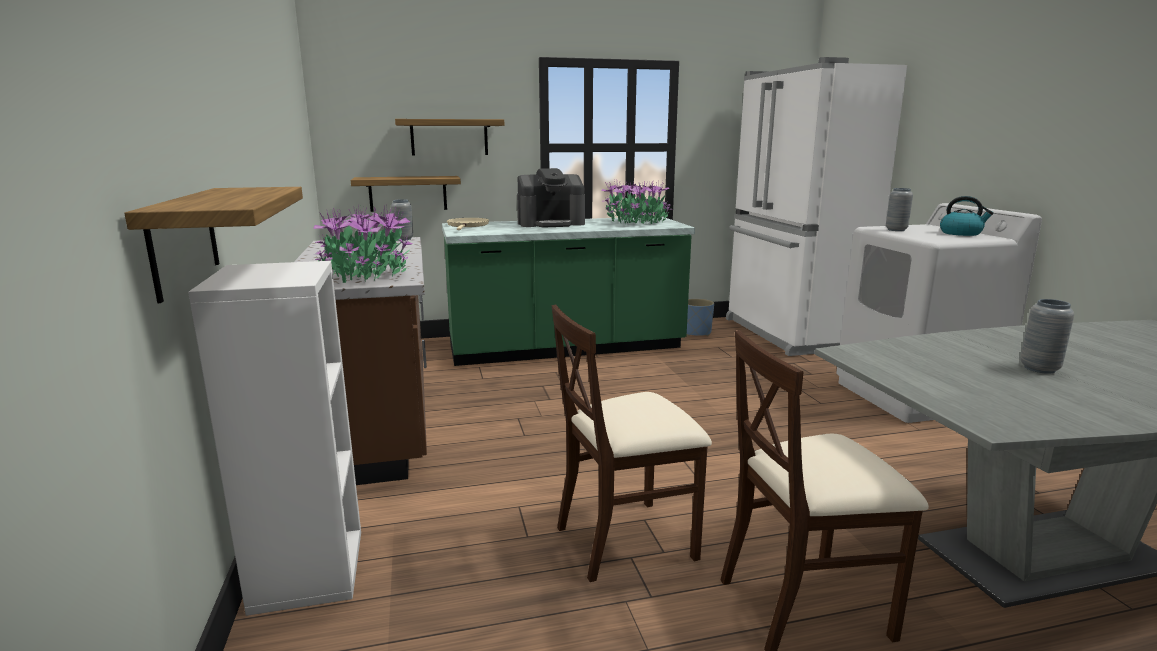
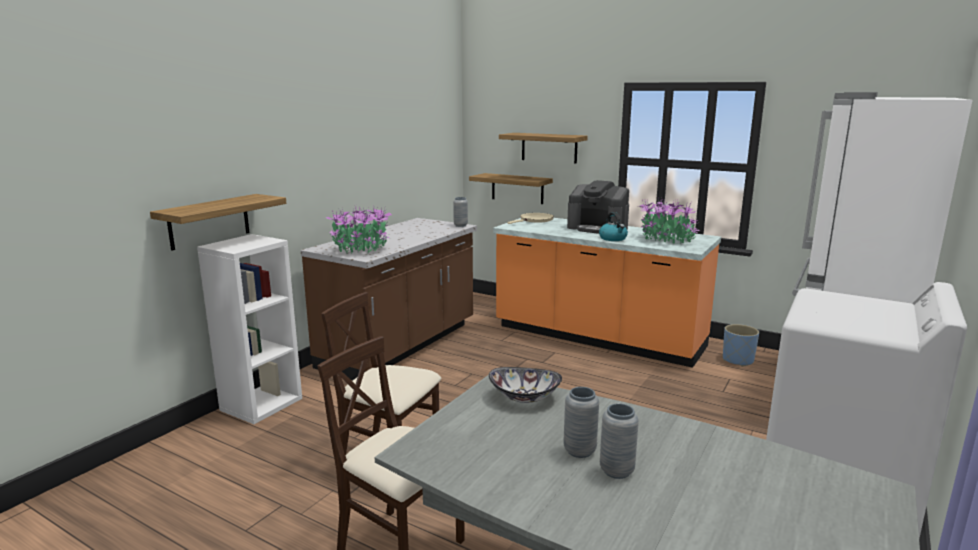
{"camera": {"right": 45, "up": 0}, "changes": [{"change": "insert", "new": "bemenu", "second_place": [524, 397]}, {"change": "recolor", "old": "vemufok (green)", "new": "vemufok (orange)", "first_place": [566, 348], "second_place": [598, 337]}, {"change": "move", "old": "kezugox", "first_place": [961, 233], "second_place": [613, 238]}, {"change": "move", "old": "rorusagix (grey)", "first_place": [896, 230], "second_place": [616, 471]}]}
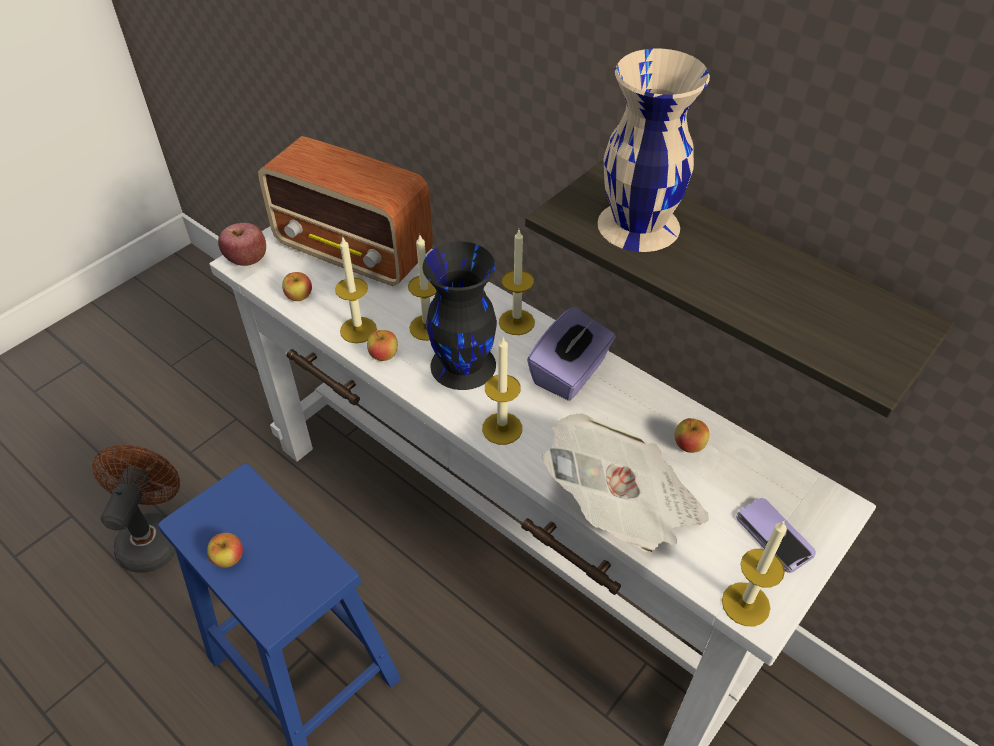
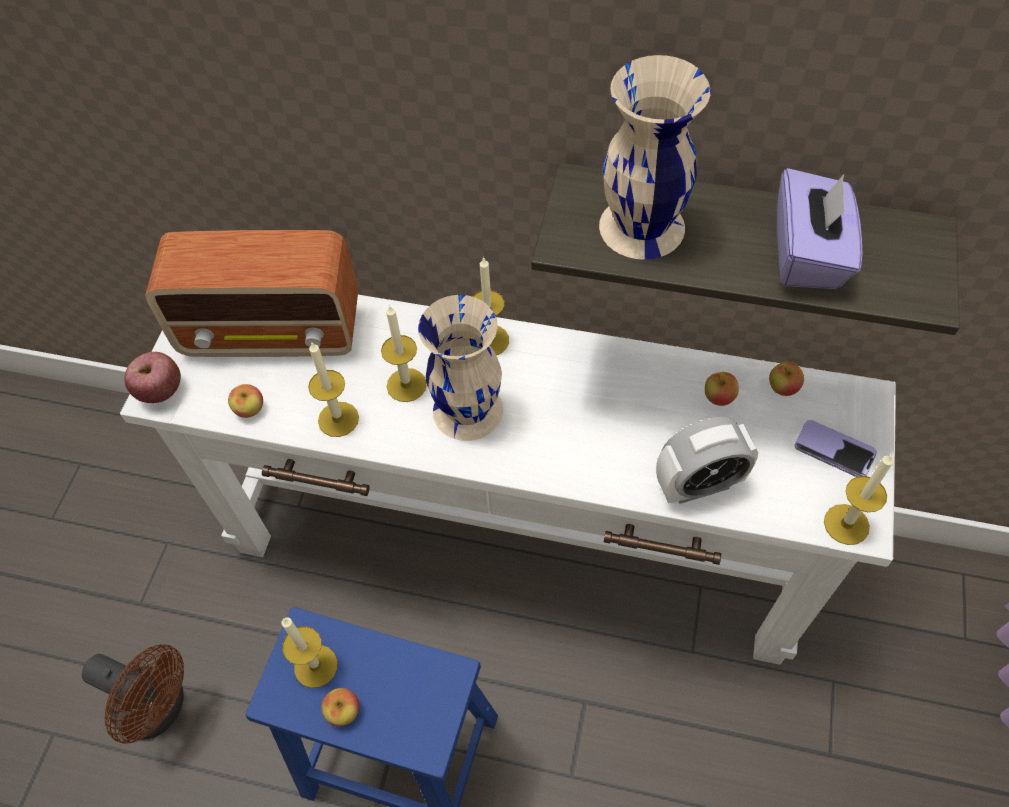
{"camera": {"right": -25, "up": 10}, "changes": [{"change": "rotate", "old": "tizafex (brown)", "first_place": [153, 536], "second_place": [160, 708], "degrees": 135}, {"change": "move", "old": "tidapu", "first_place": [502, 428], "second_place": [315, 666]}, {"change": "recolor", "old": "rorusagix (black)", "new": "rorusagix (beige)", "first_place": [464, 364], "second_place": [468, 409]}, {"change": "replace", "old": "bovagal", "new": "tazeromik", "first_place": [623, 507], "second_place": [699, 485]}, {"change": "move", "old": "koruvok", "first_place": [383, 355], "second_place": [782, 388]}, {"change": "move", "old": "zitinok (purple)", "first_place": [570, 373], "second_place": [808, 254]}]}
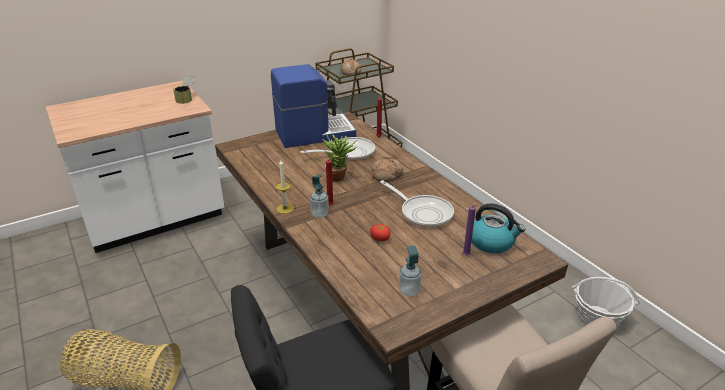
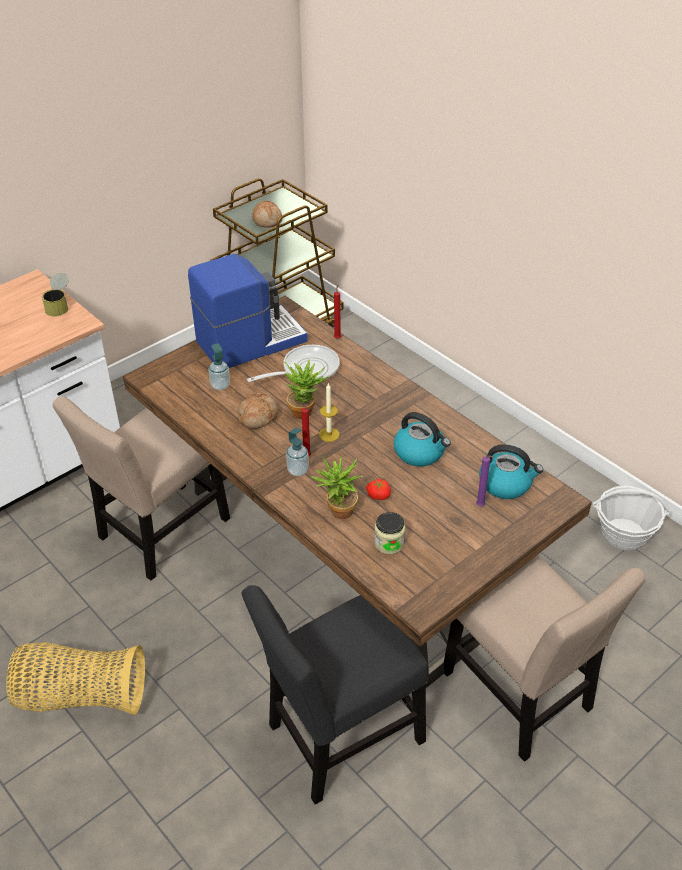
{"camera": {"right": -10, "up": 10}, "changes": [{"change": "insert", "new": "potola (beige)", "second_place": [159, 533]}, {"change": "move", "old": "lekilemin", "first_place": [409, 291], "second_place": [220, 385]}, {"change": "move", "old": "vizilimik", "first_place": [386, 175], "second_place": [257, 416]}, {"change": "insert", "new": "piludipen", "second_place": [338, 513]}, {"change": "move", "old": "tidapu", "first_place": [285, 208], "second_place": [329, 434]}, {"change": "insert", "new": "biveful", "second_place": [389, 543]}, {"change": "replace", "old": "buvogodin", "new": "kezugox", "first_place": [423, 213], "second_place": [420, 453]}]}
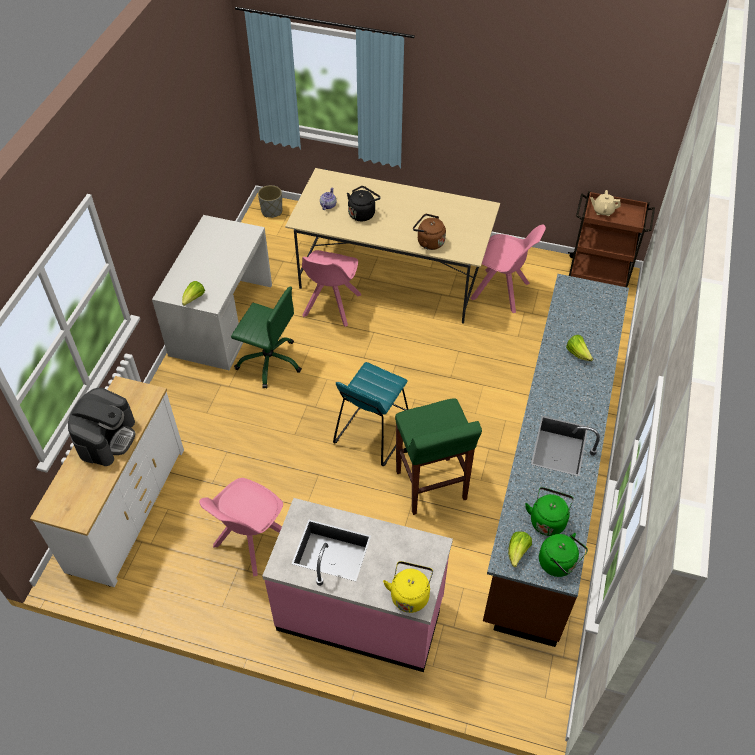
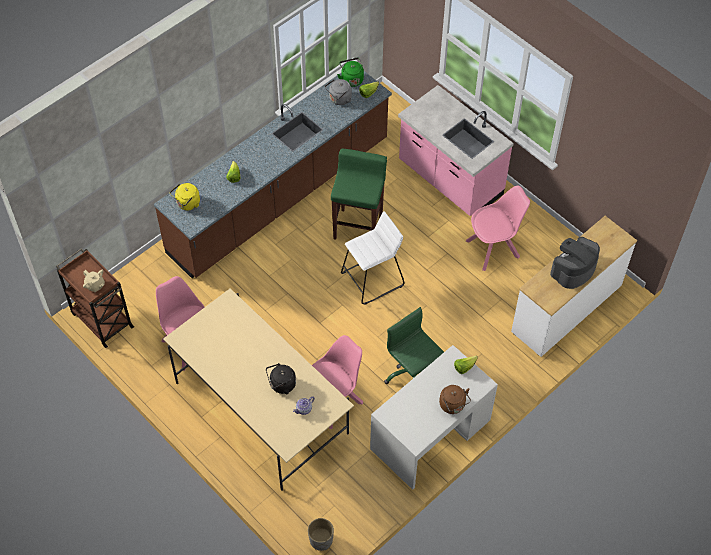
{"camera": {"right": -150, "up": 5}, "changes": [{"change": "move", "old": "kezugox (yellow)", "first_place": [410, 594], "second_place": [187, 204]}, {"change": "recolor", "old": "kezugox (green)", "new": "kezugox (grey)", "first_place": [547, 520], "second_place": [339, 99]}, {"change": "recolor", "old": "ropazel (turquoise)", "new": "ropazel (white)", "first_place": [372, 433], "second_place": [372, 279]}, {"change": "move", "old": "kezugox (brown)", "first_place": [429, 242], "second_place": [453, 406]}]}
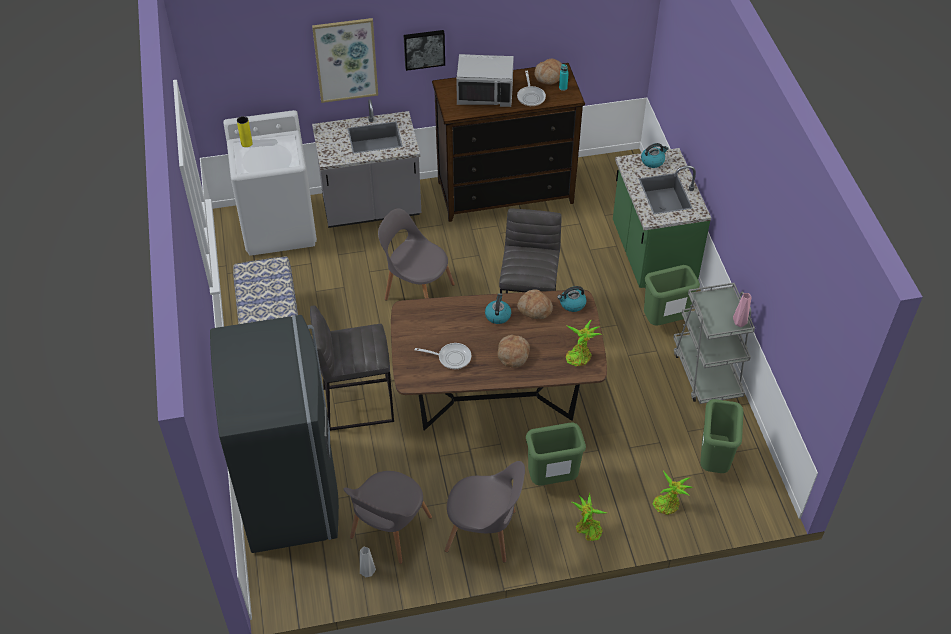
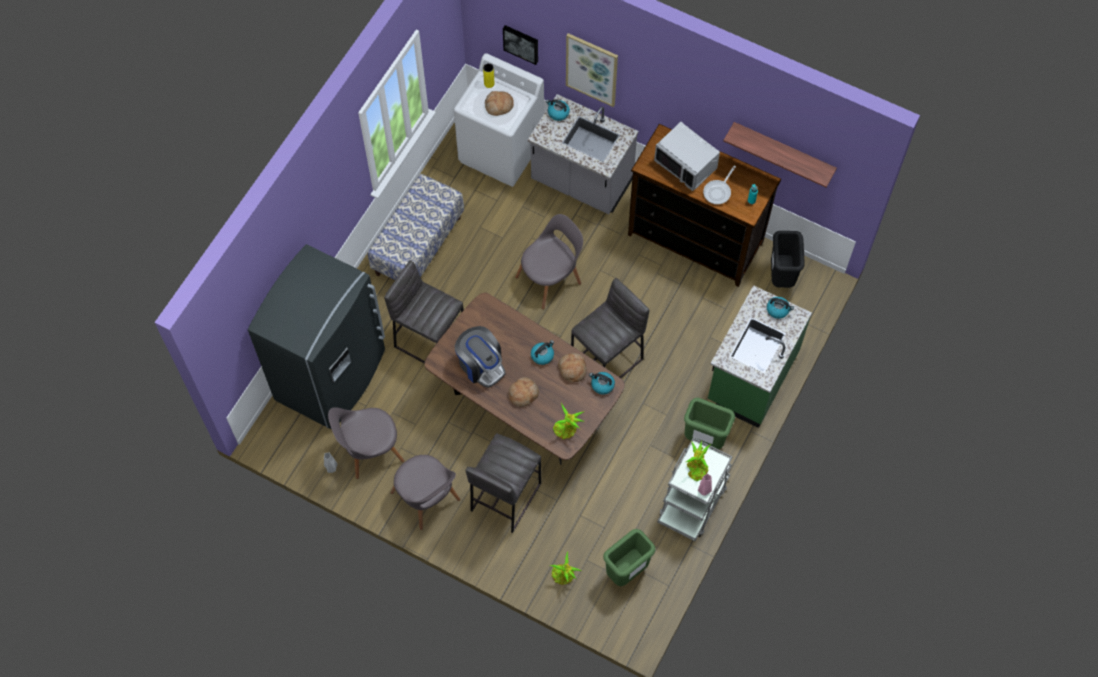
{"camera": {"right": 40, "up": 15}, "changes": [{"change": "replace", "old": "buvogodin", "new": "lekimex", "first_place": [451, 357], "second_place": [481, 365]}, {"change": "replace", "old": "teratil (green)", "new": "ropazel (grey)", "first_place": [552, 480], "second_place": [505, 497]}, {"change": "move", "old": "vizilimik", "first_place": [549, 76], "second_place": [499, 106]}, {"change": "move", "old": "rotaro", "first_place": [424, 48], "second_place": [521, 43]}, {"change": "rotate", "old": "potola (grey)", "first_place": [417, 290], "second_place": [550, 278], "degrees": 75}, {"change": "insert", "new": "kezugox", "second_place": [558, 113]}, {"change": "move", "old": "piludipen", "first_place": [587, 529], "second_place": [696, 468]}, {"change": "insert", "new": "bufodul", "second_place": [783, 151]}, {"change": "insert", "new": "teratil (black)", "second_place": [782, 276]}]}
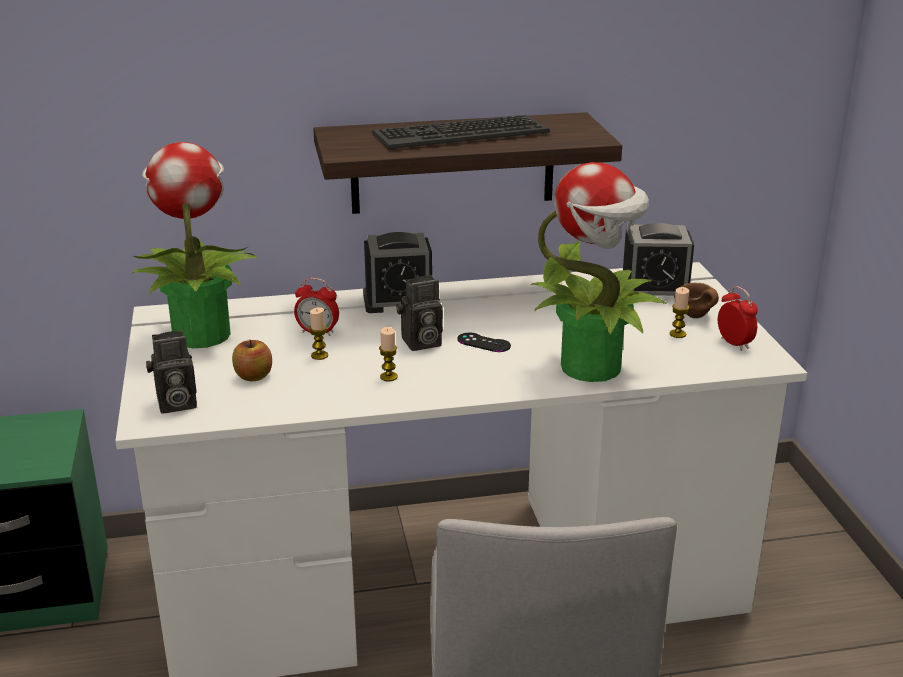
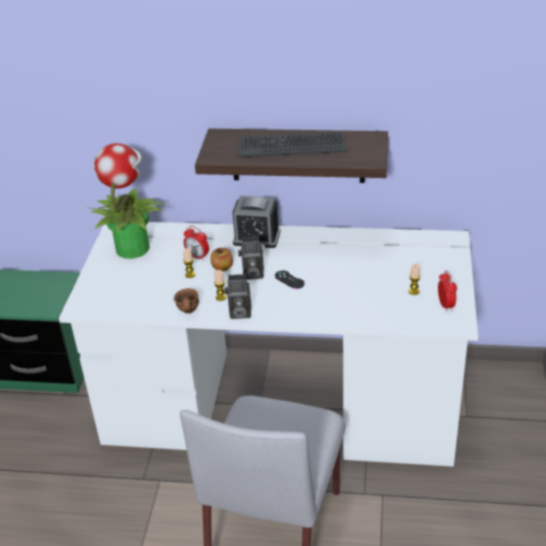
{"camera": {"right": 20, "up": 10}, "changes": [{"change": "move", "old": "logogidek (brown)", "first_place": [694, 317], "second_place": [187, 312]}, {"change": "move", "old": "koruvok", "first_place": [253, 376], "second_place": [222, 268]}, {"change": "move", "old": "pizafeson", "first_place": [174, 404], "second_place": [239, 313]}, {"change": "delete", "old": "piludipen", "first_place": [593, 367]}, {"change": "delete", "old": "tazeromik", "first_place": [654, 290]}]}
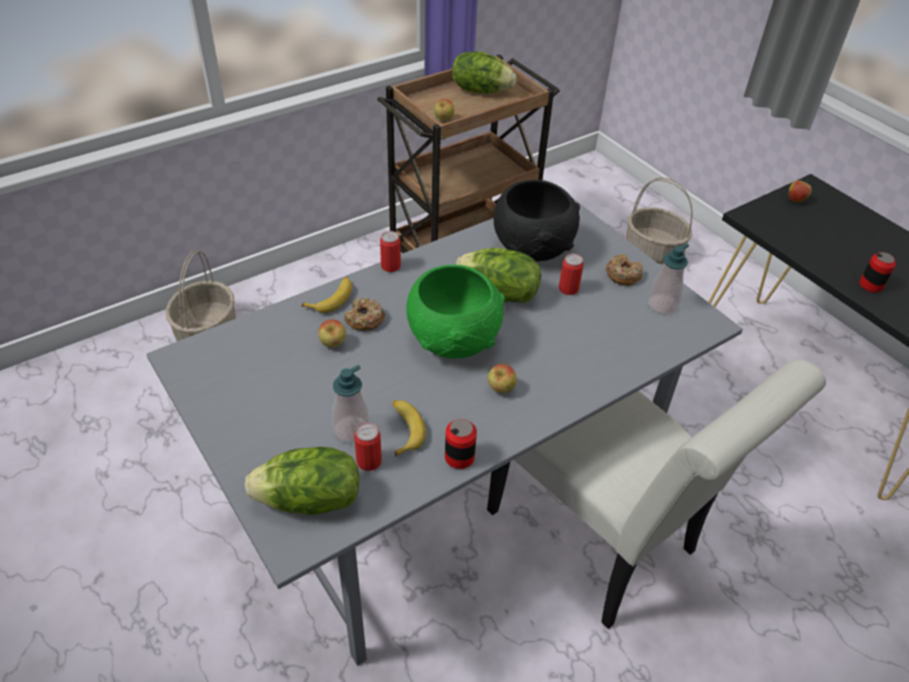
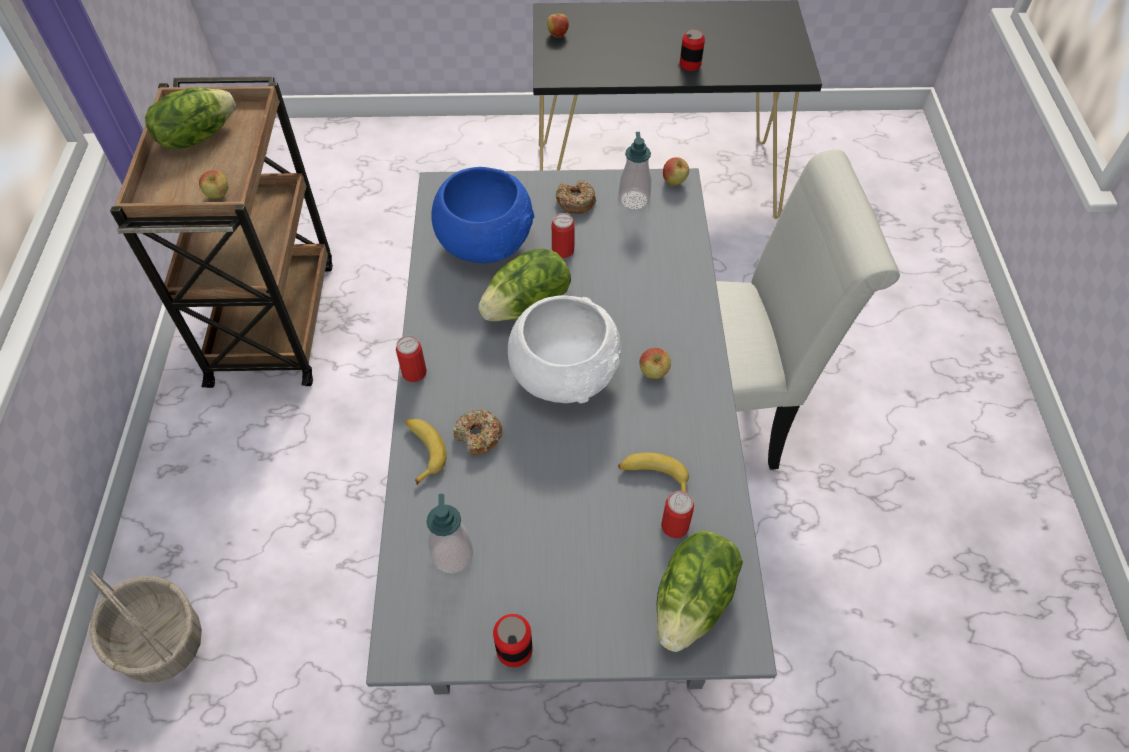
{"camera": {"right": -55, "up": 10}, "changes": [{"change": "move", "old": "lekilemin", "first_place": [351, 430], "second_place": [452, 555]}, {"change": "recolor", "old": "bemenu (black)", "new": "bemenu (blue)", "first_place": [534, 248], "second_place": [486, 243]}, {"change": "move", "old": "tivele", "first_place": [459, 457], "second_place": [514, 649]}, {"change": "recolor", "old": "bemenu (green)", "new": "bemenu (white)", "first_place": [455, 340], "second_place": [565, 375]}, {"change": "move", "old": "koruvok", "first_place": [333, 344], "second_place": [674, 182]}, {"change": "delete", "old": "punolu", "first_place": [654, 250]}]}
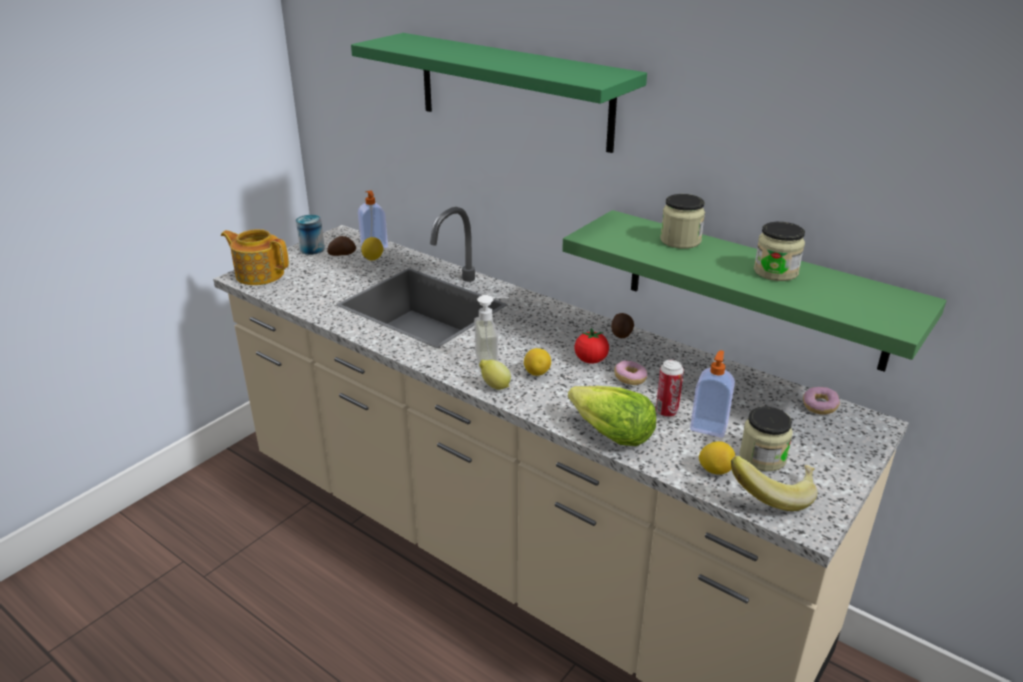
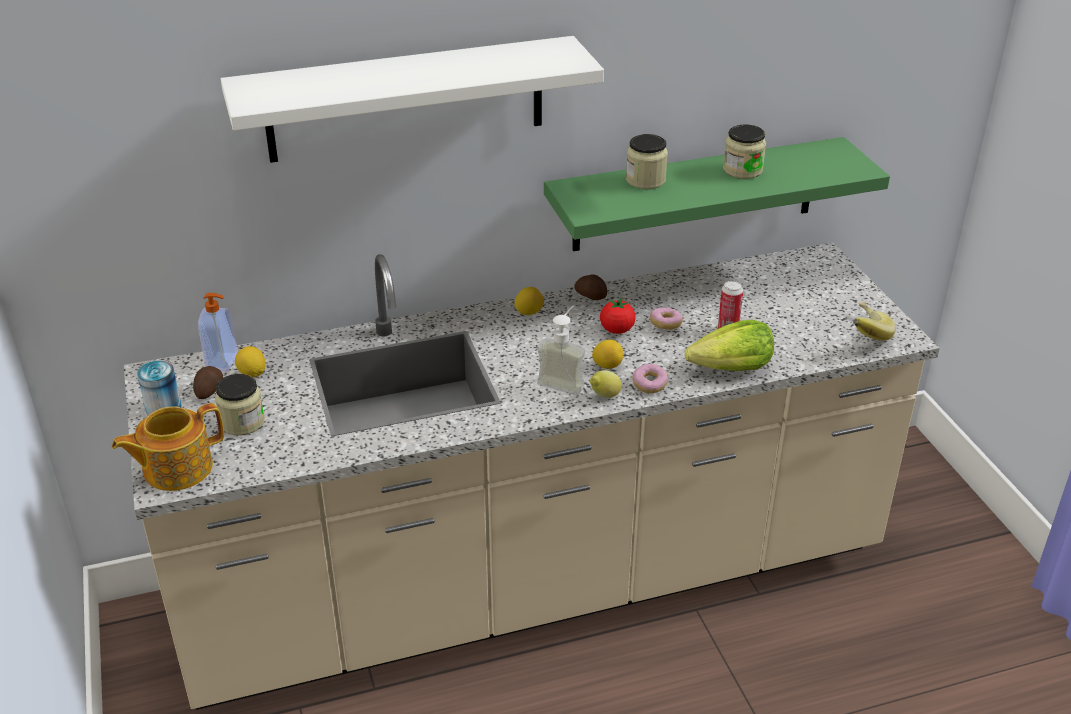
{"camera": {"right": -55, "up": 5}, "changes": [{"change": "move", "old": "biveful", "first_place": [762, 457], "second_place": [242, 422]}, {"change": "recolor", "old": "bufodul (green)", "new": "bufodul (white)", "first_place": [513, 91], "second_place": [406, 99]}, {"change": "move", "old": "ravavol", "first_place": [715, 470], "second_place": [529, 312]}, {"change": "move", "old": "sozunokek", "first_place": [819, 407], "second_place": [649, 385]}, {"change": "delete", "old": "lekilemin", "first_place": [709, 427]}]}
